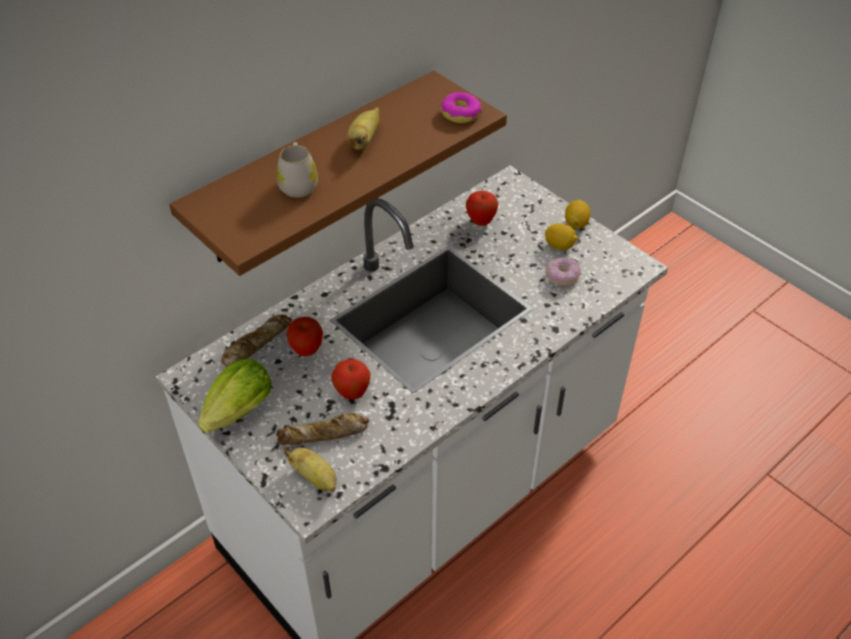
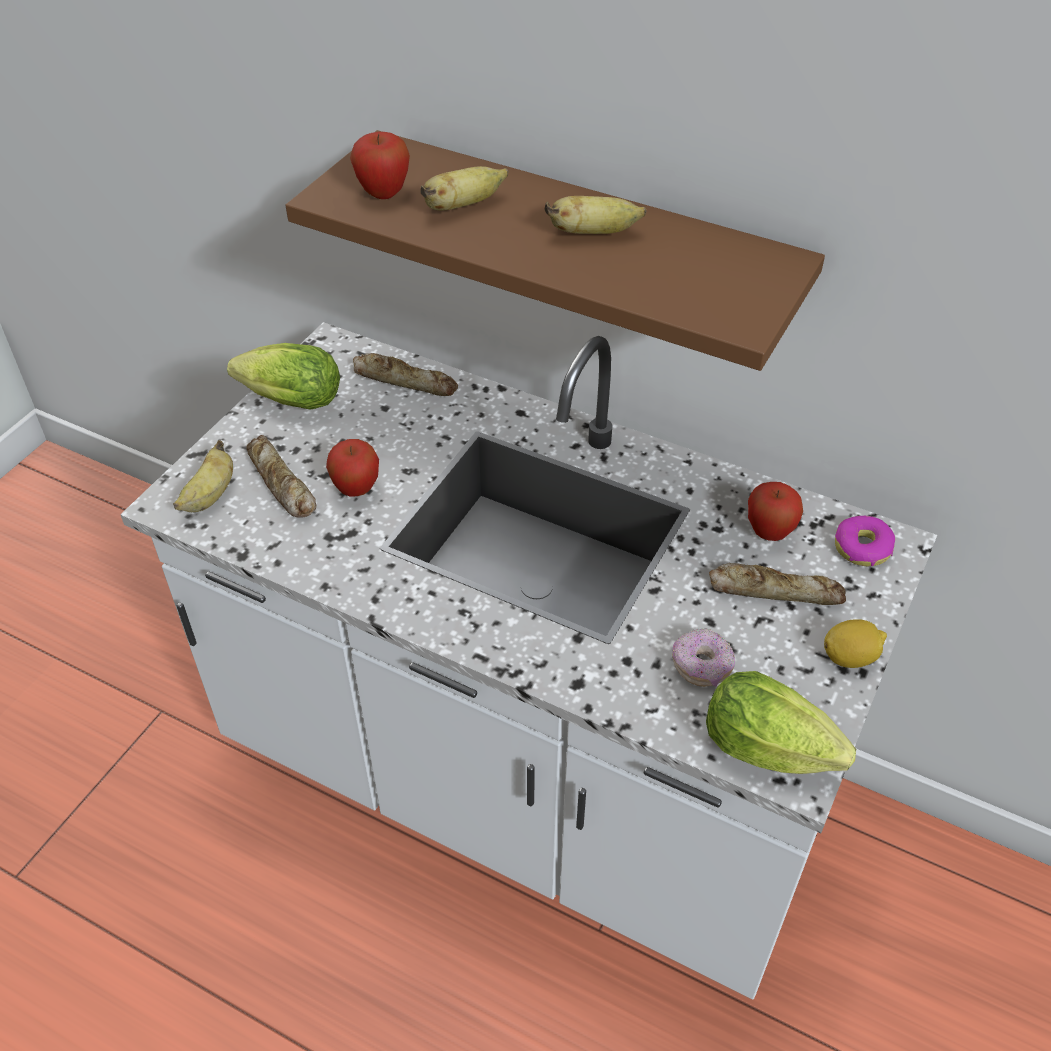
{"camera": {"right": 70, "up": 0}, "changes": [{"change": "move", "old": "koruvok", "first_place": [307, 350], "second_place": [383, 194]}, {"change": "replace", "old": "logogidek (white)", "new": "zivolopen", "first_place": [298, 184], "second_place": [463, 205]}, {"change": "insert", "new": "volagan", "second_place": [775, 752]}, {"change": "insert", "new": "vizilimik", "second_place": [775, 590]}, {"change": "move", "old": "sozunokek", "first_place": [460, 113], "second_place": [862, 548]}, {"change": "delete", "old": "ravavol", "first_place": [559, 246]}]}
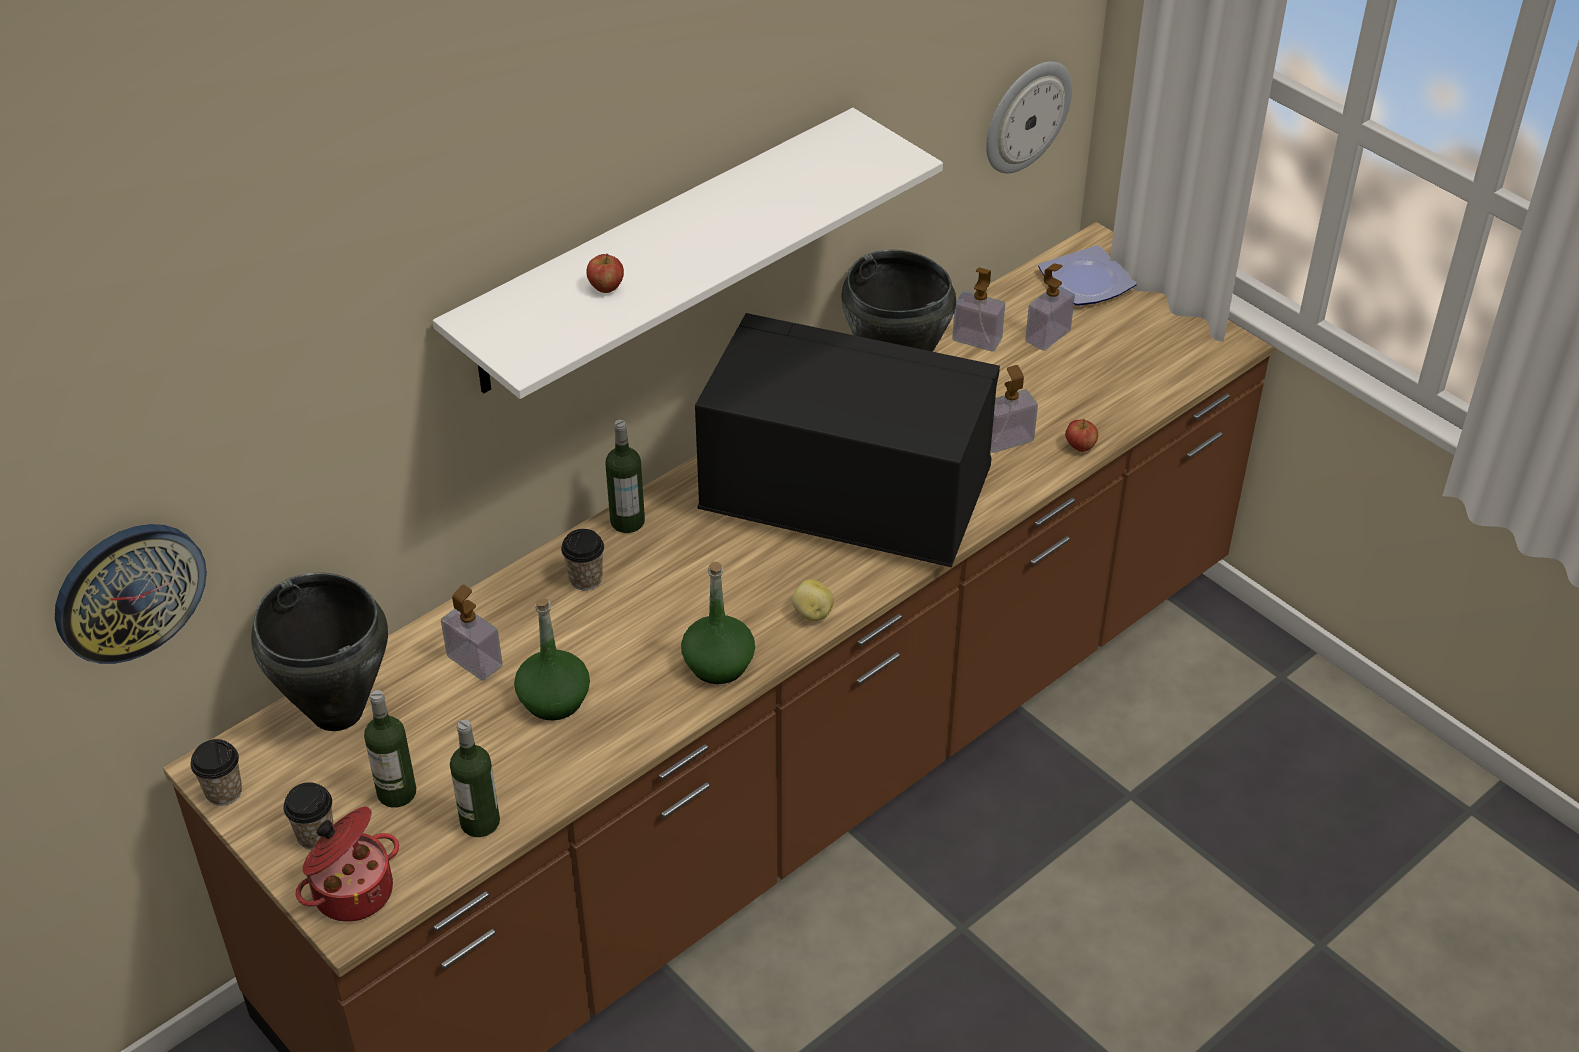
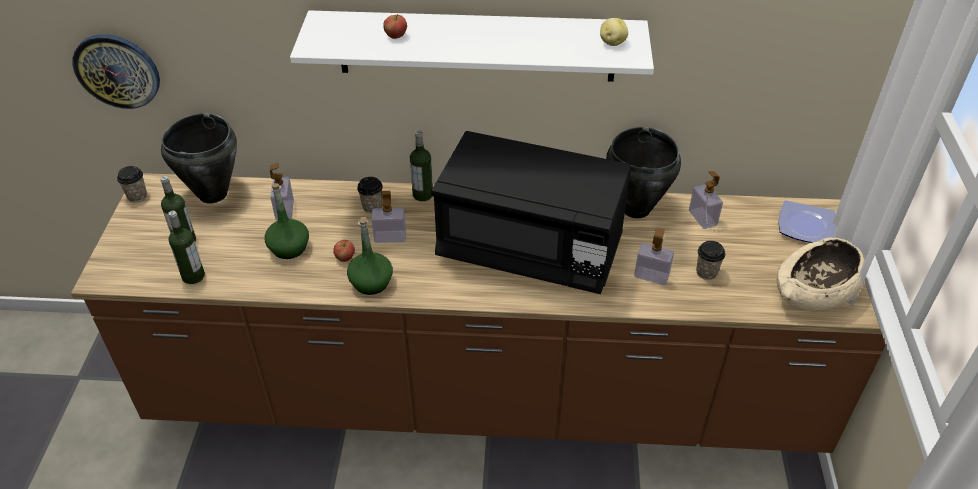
{"camera": {"right": 45, "up": 0}, "changes": [{"change": "move", "old": "koruvok", "first_place": [1080, 447], "second_place": [345, 258]}, {"change": "move", "old": "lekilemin", "first_place": [1047, 336], "second_place": [390, 237]}, {"change": "rotate", "old": "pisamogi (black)", "first_place": [844, 499], "second_place": [530, 249], "degrees": 135}, {"change": "move", "old": "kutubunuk", "first_place": [812, 613], "second_place": [612, 42]}, {"change": "move", "old": "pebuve", "first_place": [315, 835], "second_place": [706, 272]}, {"change": "insert", "new": "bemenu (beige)", "second_place": [815, 293]}, {"change": "delete", "old": "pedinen", "first_place": [352, 889]}, {"change": "delete", "old": "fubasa", "first_place": [1025, 116]}]}
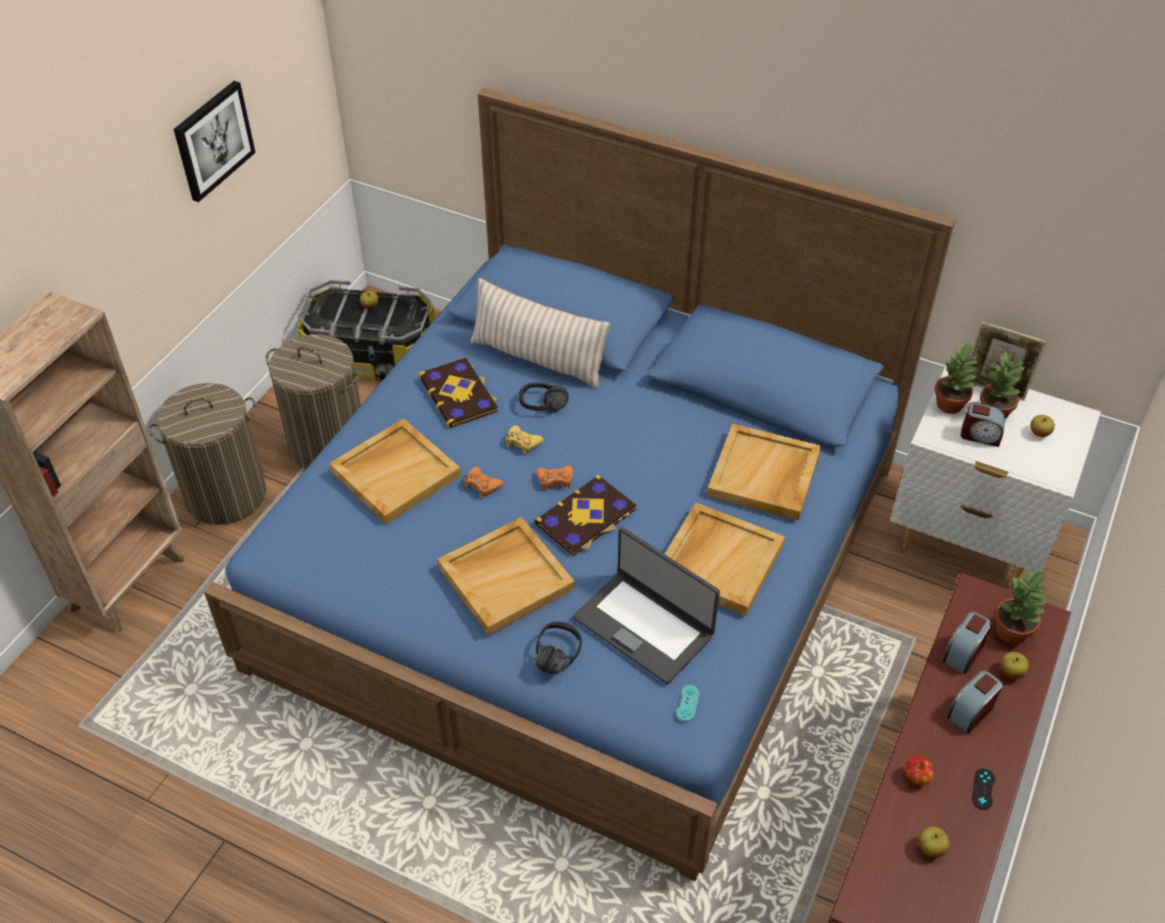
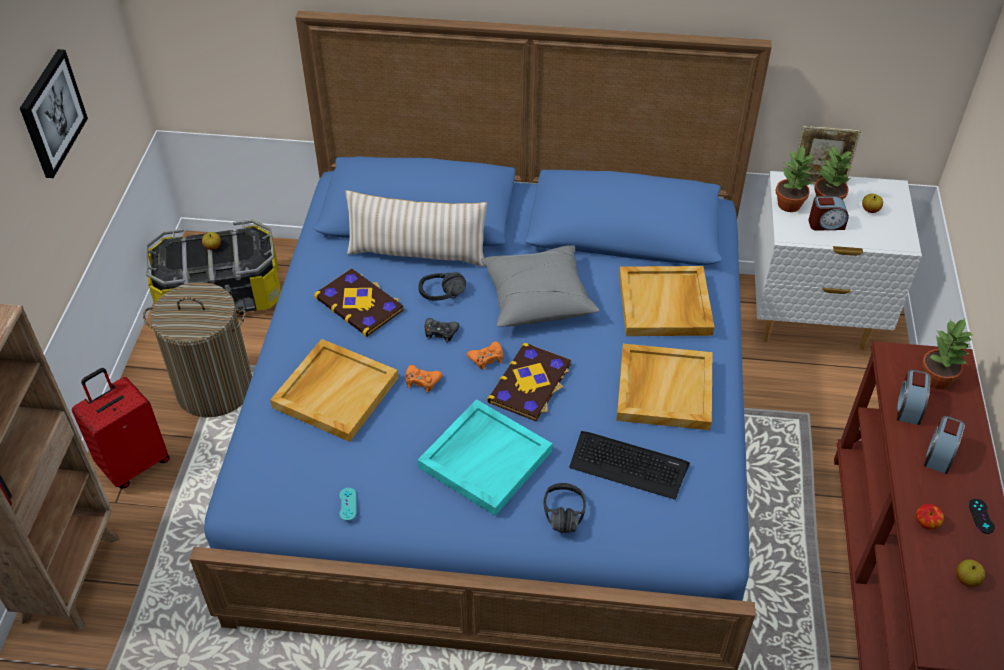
{"camera": {"right": -20, "up": 0}, "changes": [{"change": "replace", "old": "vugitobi", "new": "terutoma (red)", "first_place": [226, 495], "second_place": [134, 463]}, {"change": "move", "old": "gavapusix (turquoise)", "first_place": [687, 703], "second_place": [348, 504]}, {"change": "recolor", "old": "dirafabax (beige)", "new": "dirafabax (turquoise)", "first_place": [506, 577], "second_place": [485, 458]}, {"change": "recolor", "old": "gavapusix (yellow)", "new": "gavapusix (black)", "first_place": [522, 443], "second_place": [440, 332]}, {"change": "insert", "new": "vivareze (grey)", "second_place": [537, 298]}, {"change": "replace", "old": "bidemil", "new": "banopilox", "first_place": [644, 626], "second_place": [628, 465]}, {"change": "delete", "old": "koruvok", "first_place": [1011, 672]}]}
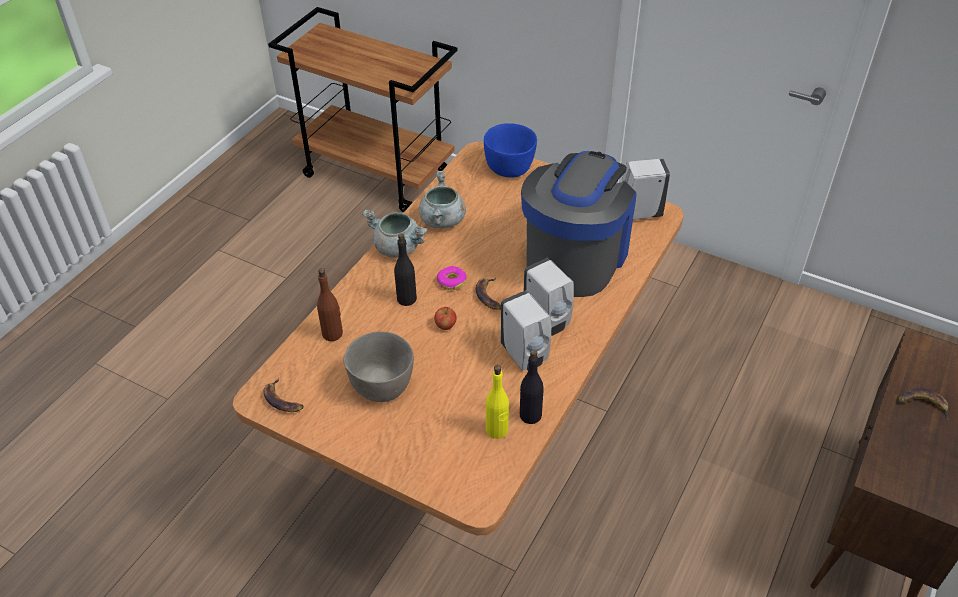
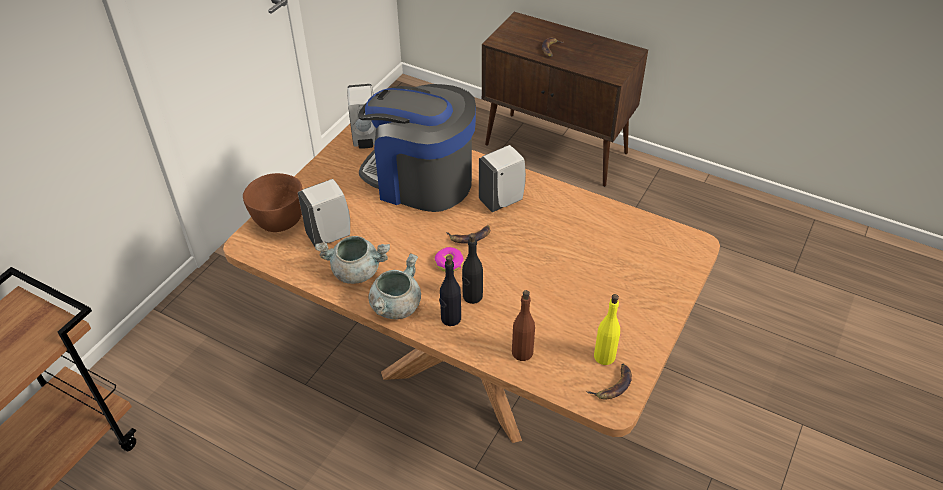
{"camera": {"right": -90, "up": 0}, "changes": [{"change": "recolor", "old": "bemenu (blue)", "new": "bemenu (brown)", "first_place": [510, 168], "second_place": [278, 220]}, {"change": "move", "old": "lekilemin (white)", "first_place": [525, 356], "second_place": [330, 235]}, {"change": "move", "old": "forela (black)", "first_place": [530, 415], "second_place": [450, 318]}, {"change": "move", "old": "forela (yellow)", "first_place": [497, 430], "second_place": [604, 356]}, {"change": "delete", "old": "bemenu (grey)", "first_place": [383, 386]}, {"change": "delete", "old": "koruvok", "first_place": [445, 325]}]}
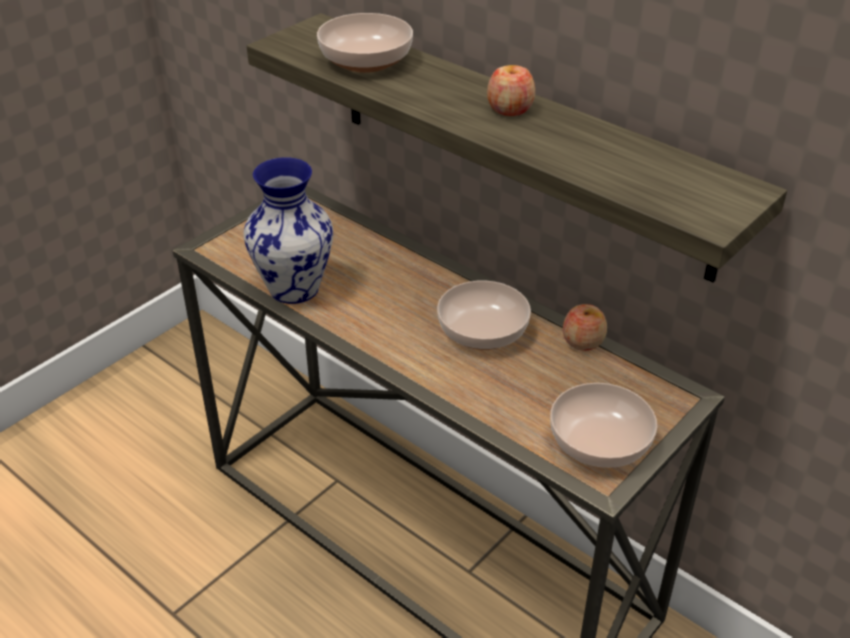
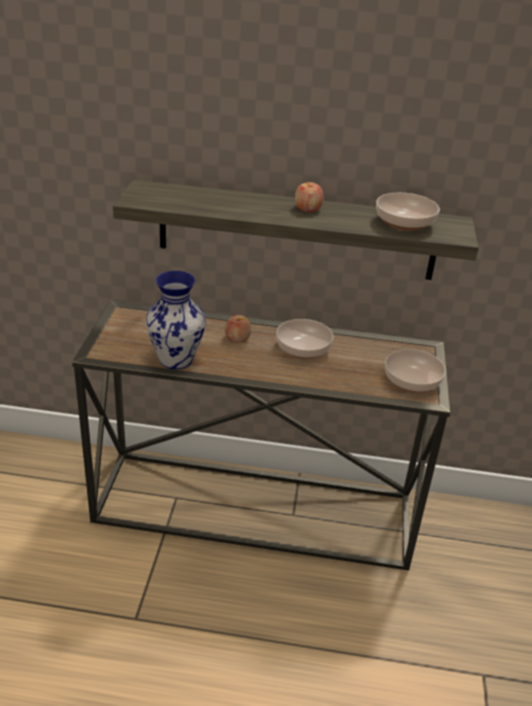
{"camera": {"right": -35, "up": -5}, "changes": [{"change": "move", "old": "koruvok", "first_place": [583, 341], "second_place": [237, 338]}, {"change": "move", "old": "bemenu", "first_place": [367, 61], "second_place": [405, 223]}]}
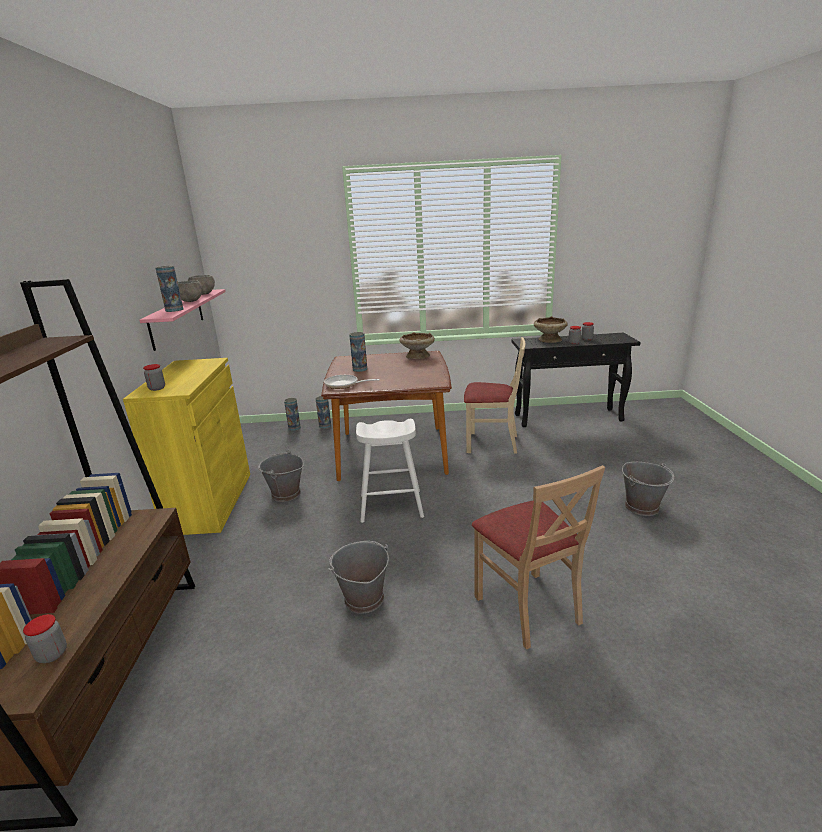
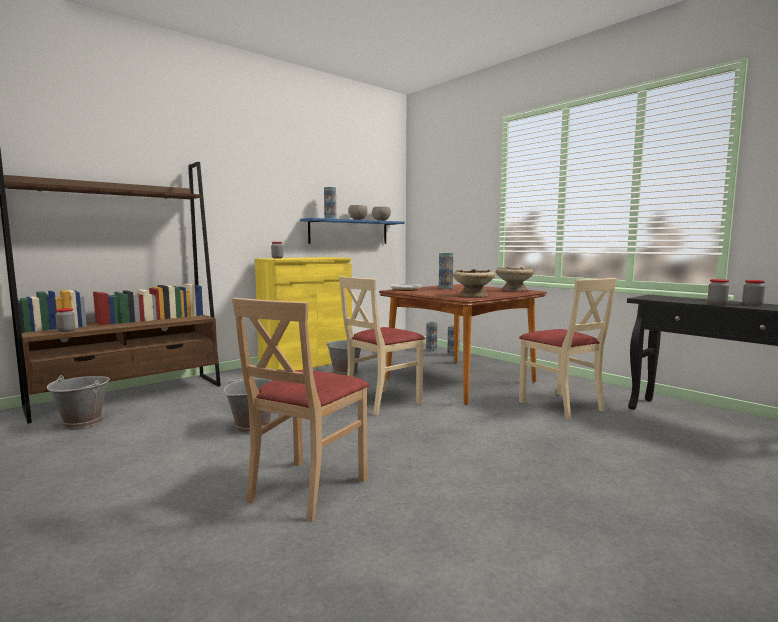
{"camera": {"right": 50, "up": -15}, "changes": [{"change": "move", "old": "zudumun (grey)", "first_place": [642, 507], "second_place": [82, 423]}, {"change": "recolor", "old": "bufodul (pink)", "new": "bufodul (blue)", "first_place": [177, 318], "second_place": [349, 232]}, {"change": "replace", "old": "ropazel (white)", "new": "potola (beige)", "first_place": [391, 506], "second_place": [381, 402]}, {"change": "move", "old": "bemenu (beige)", "first_place": [549, 340], "second_place": [473, 295]}]}
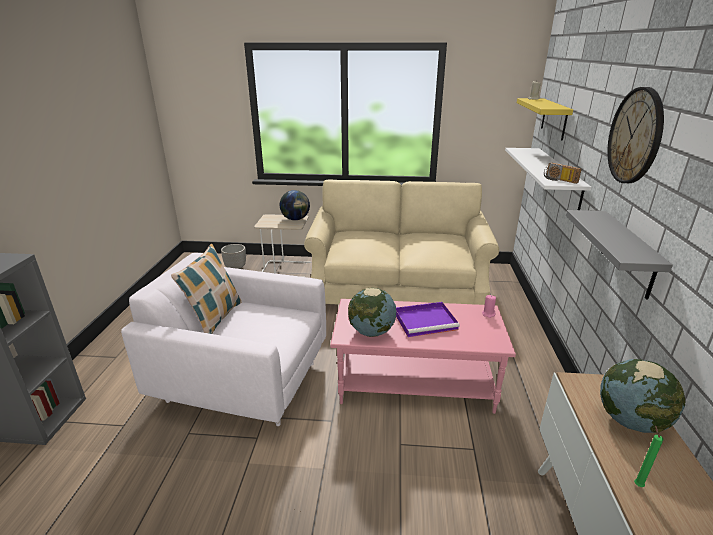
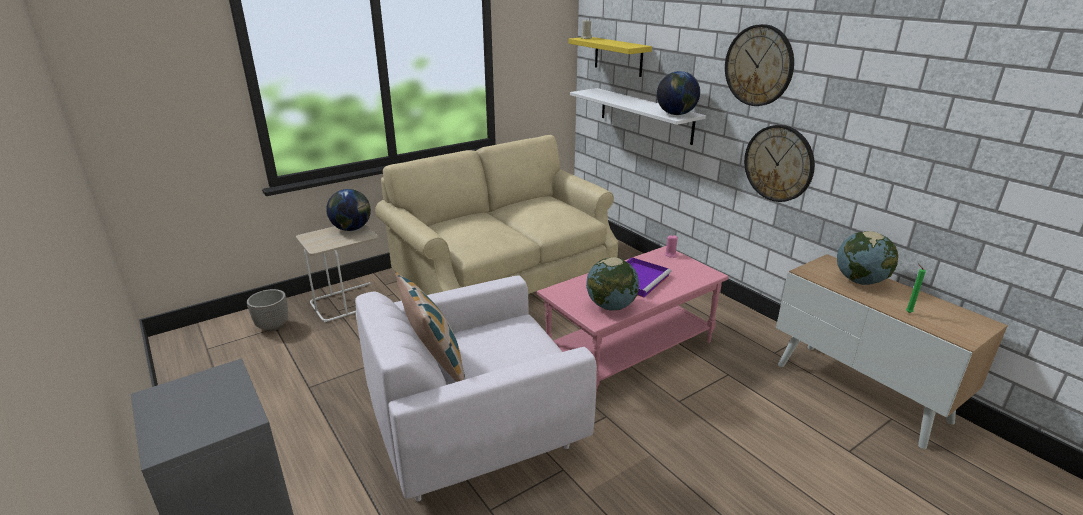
{"camera": {"right": -40, "up": 0}, "changes": [{"change": "replace", "old": "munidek", "new": "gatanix", "first_place": [559, 180], "second_place": [676, 114]}, {"change": "replace", "old": "bufodul (grey)", "new": "fubasa", "first_place": [628, 254], "second_place": [779, 163]}]}
